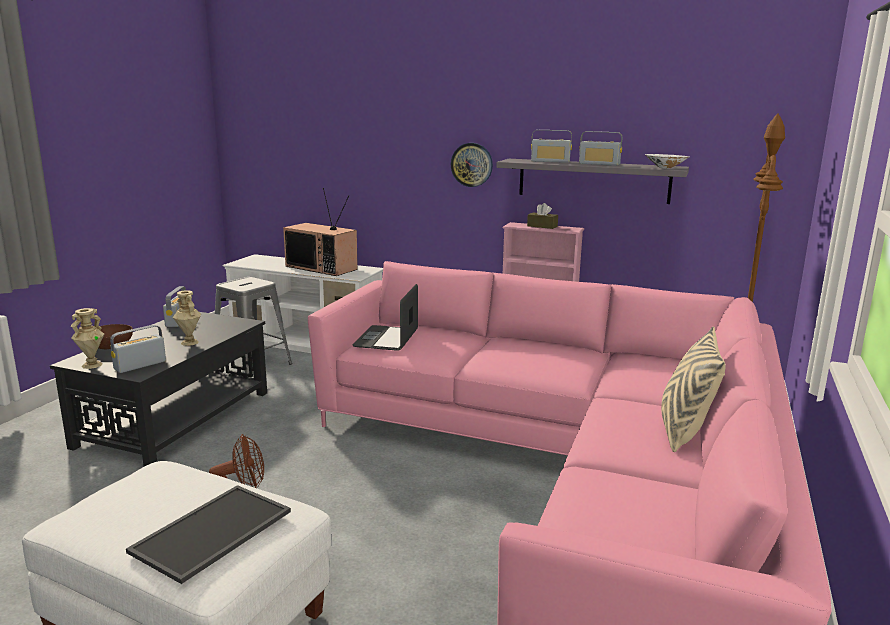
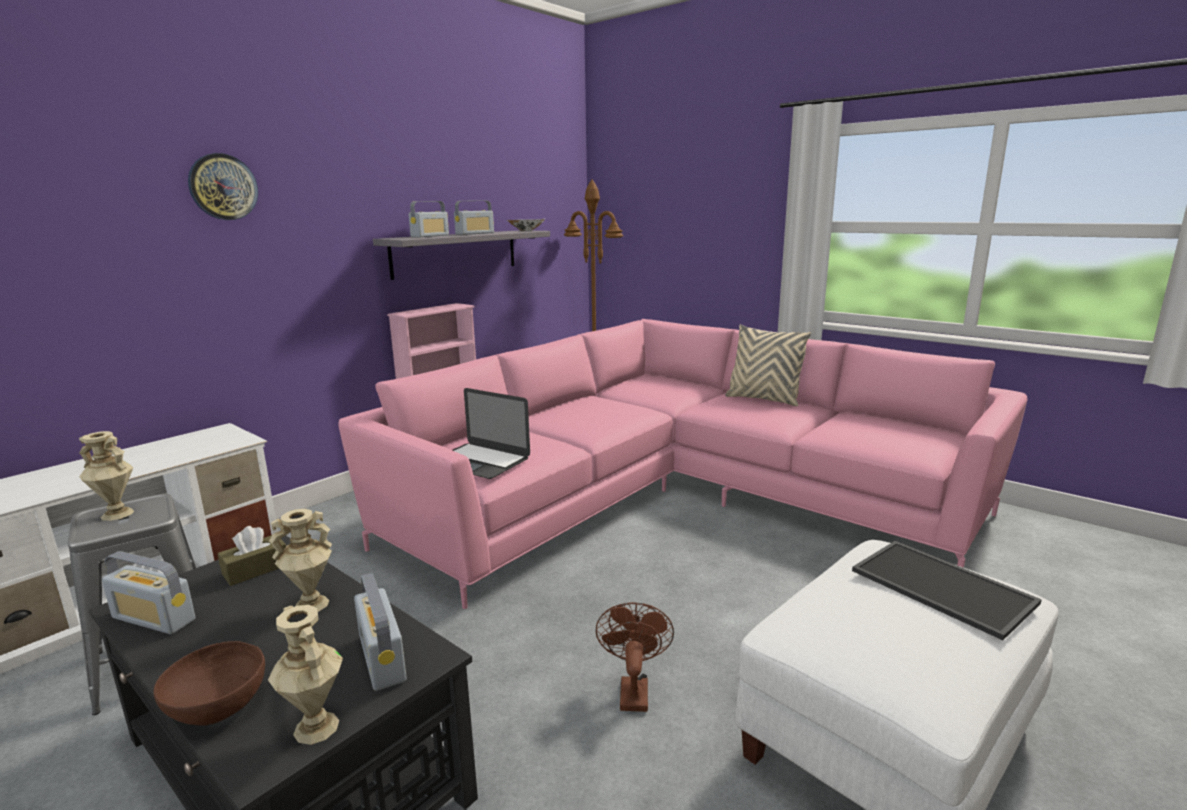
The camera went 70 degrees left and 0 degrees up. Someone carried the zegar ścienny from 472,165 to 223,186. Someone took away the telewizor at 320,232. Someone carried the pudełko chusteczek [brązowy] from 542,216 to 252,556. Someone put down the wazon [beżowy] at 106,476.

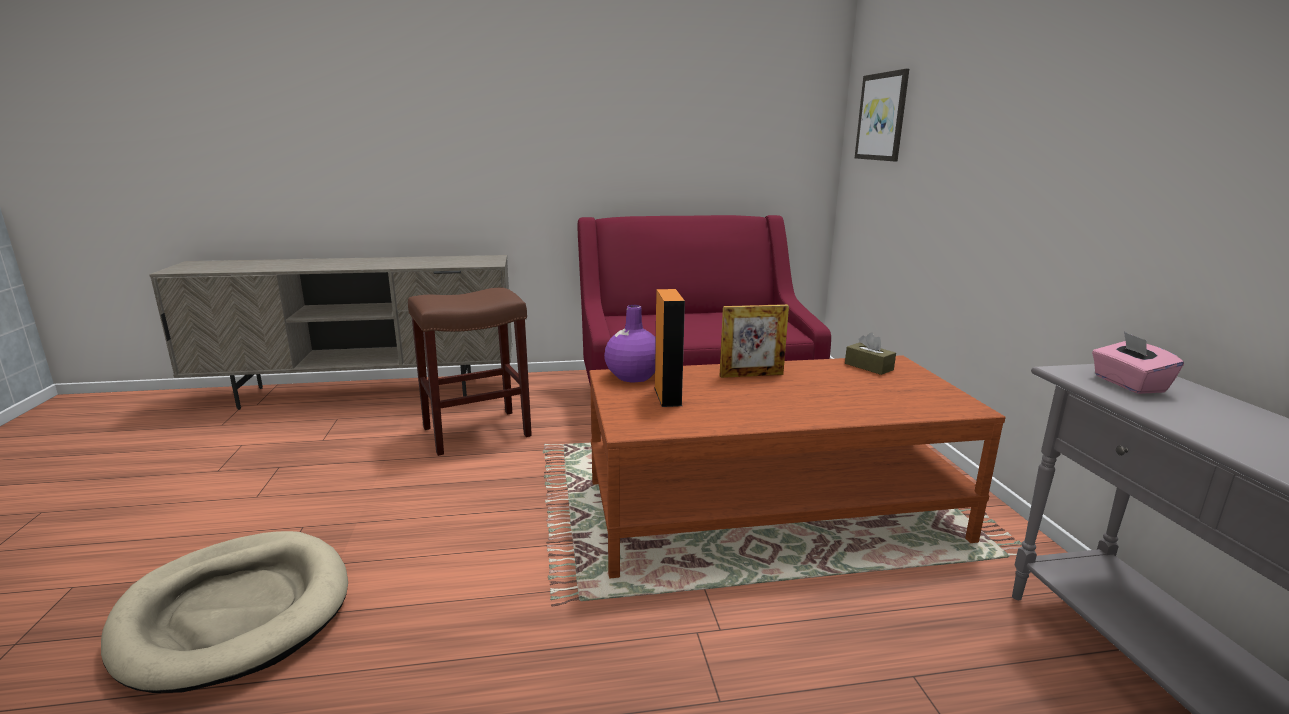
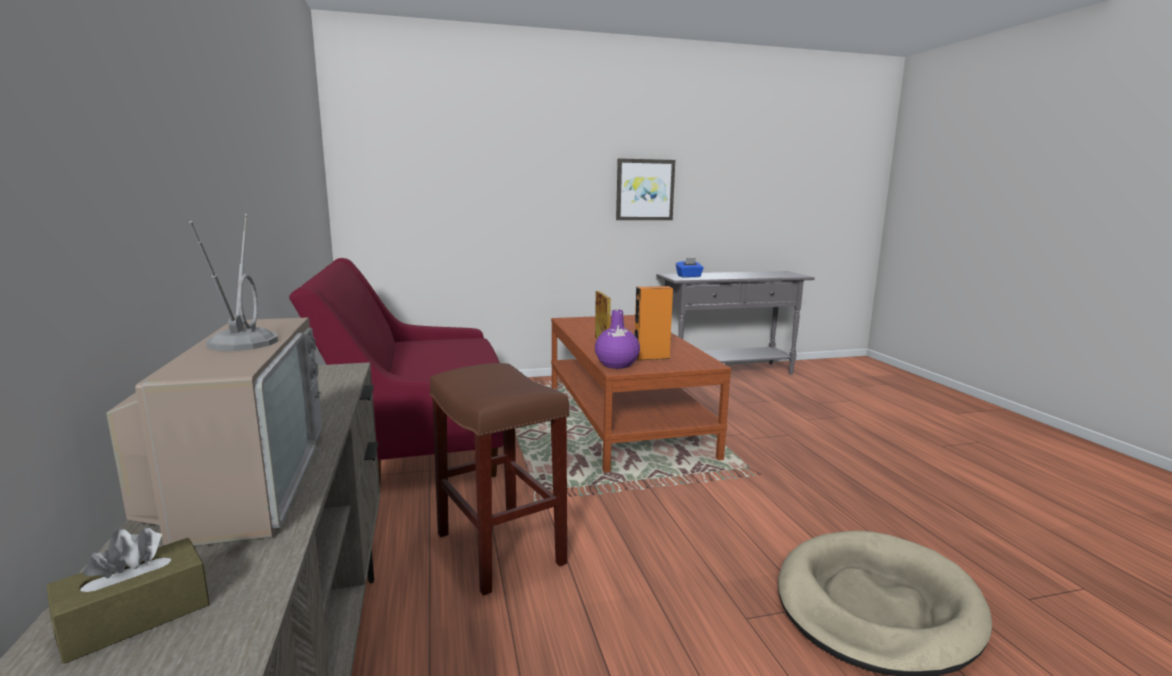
The camera went 95 degrees left and 5 degrees down. Someone carried the obraz from 882,115 to 645,189. Someone repainted the pudełko chusteczek [różowy] at 1138,363, which became the pudełko chusteczek [niebieski] at 690,268. Someone carried the pudełko chusteczek [brązowy] from 870,354 to 128,596. Someone put down the telewizor at 214,380.

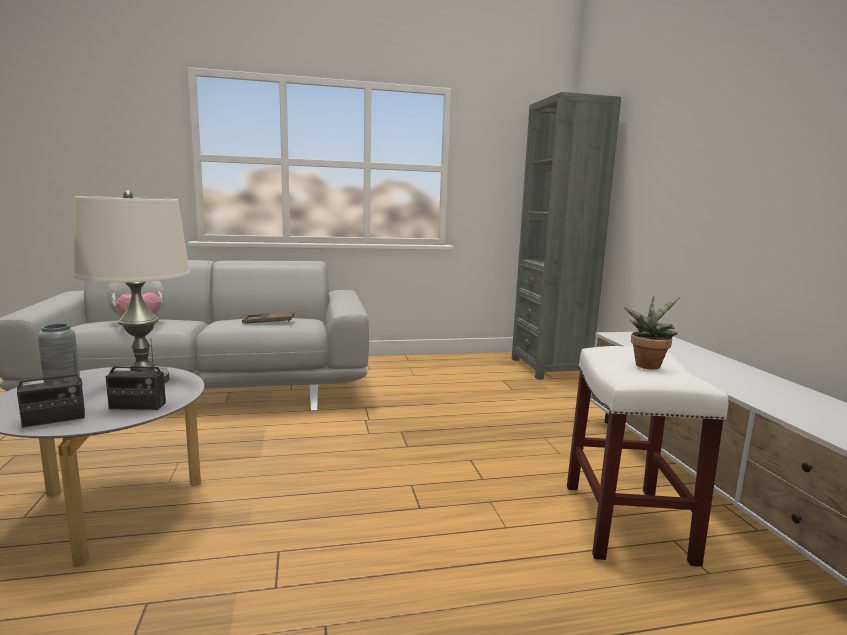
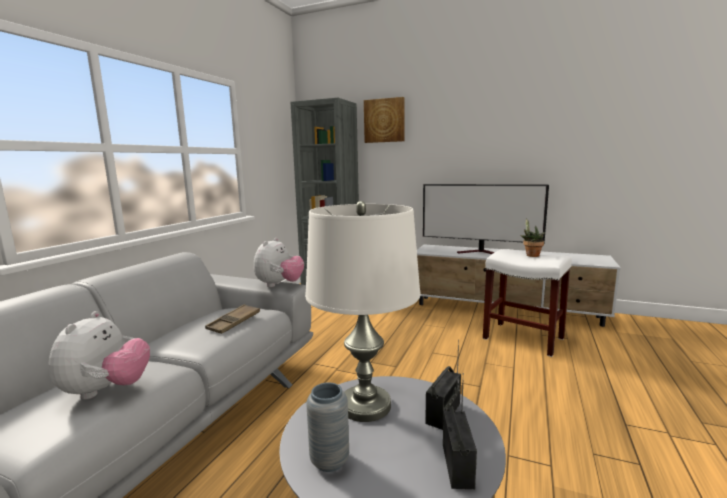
The camera went 55 degrees left and 0 degrees up. Someone put up the obraz at 384,120. Someone put down the telewizor at 486,219. Someone put down the pluszak at 279,262.

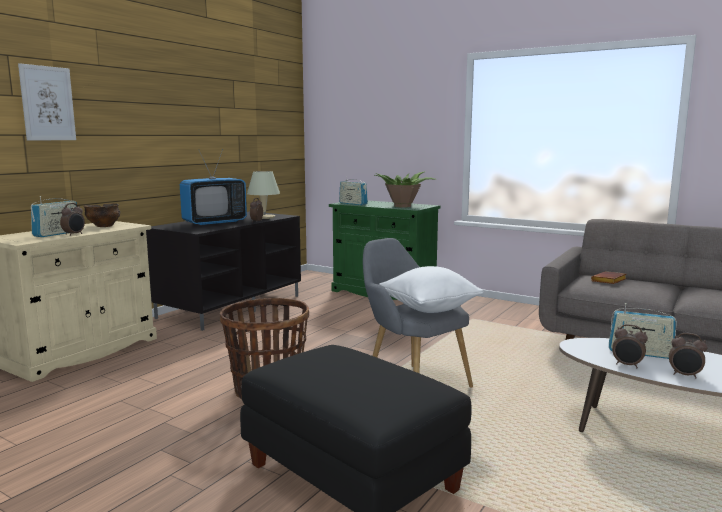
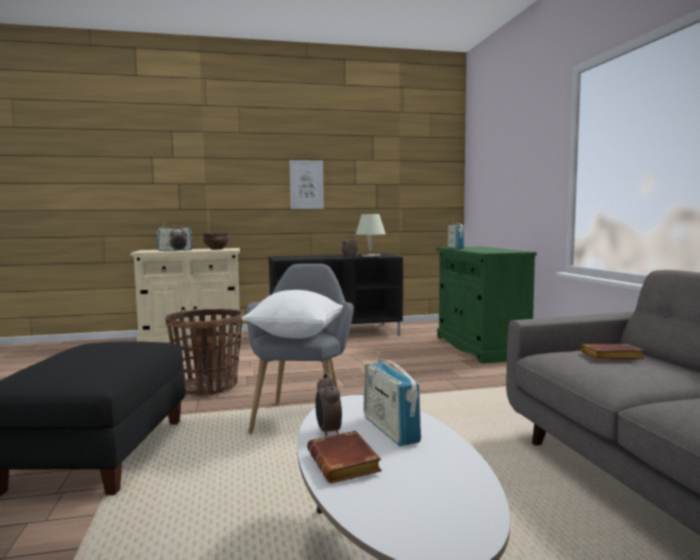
The camera went 45 degrees right and 5 degrees down. Someone carried the obraz from 47,101 to 307,184. Someone took away the telewizor at 213,187. Someone took away the roślina doniczkowa at 405,189. Someone swapped the budzik at 688,356 for the książka [brązowy] at 344,456.

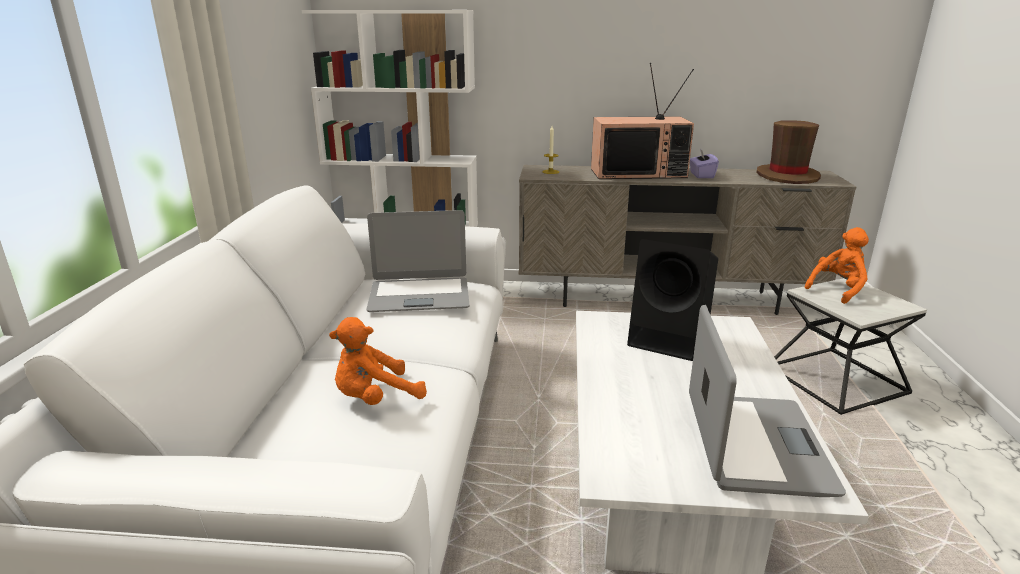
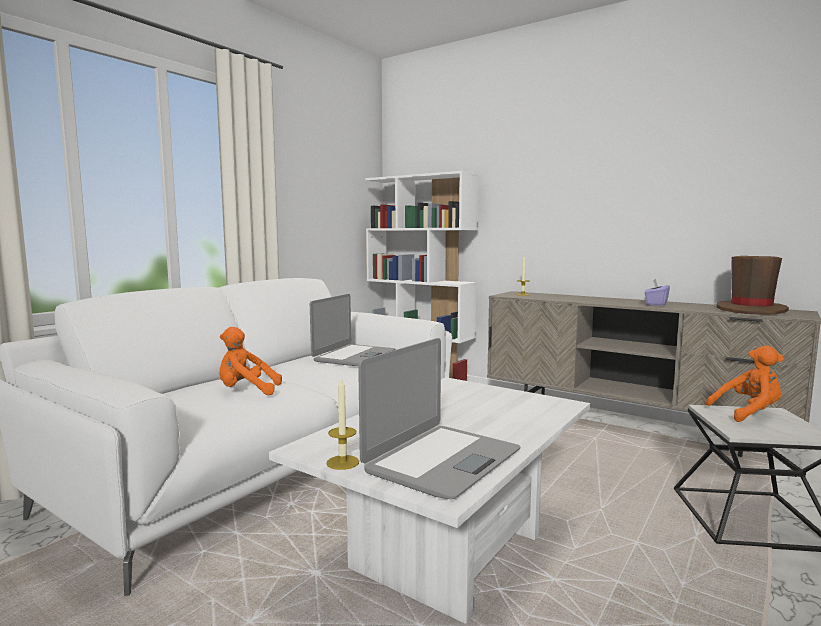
The camera went 30 degrees right and 15 degrees down. Someone took away the telewizor at 642,121. Someone rotated the laptop at 417,261 by 90 degrees counterclockwise. Someone took away the głośnik [czarny] at 672,300. Someone put down the świeca at 342,424.

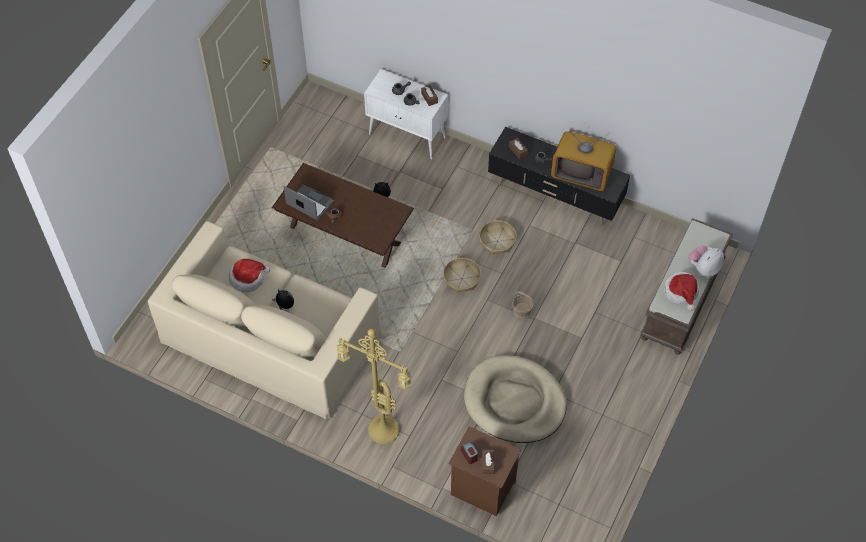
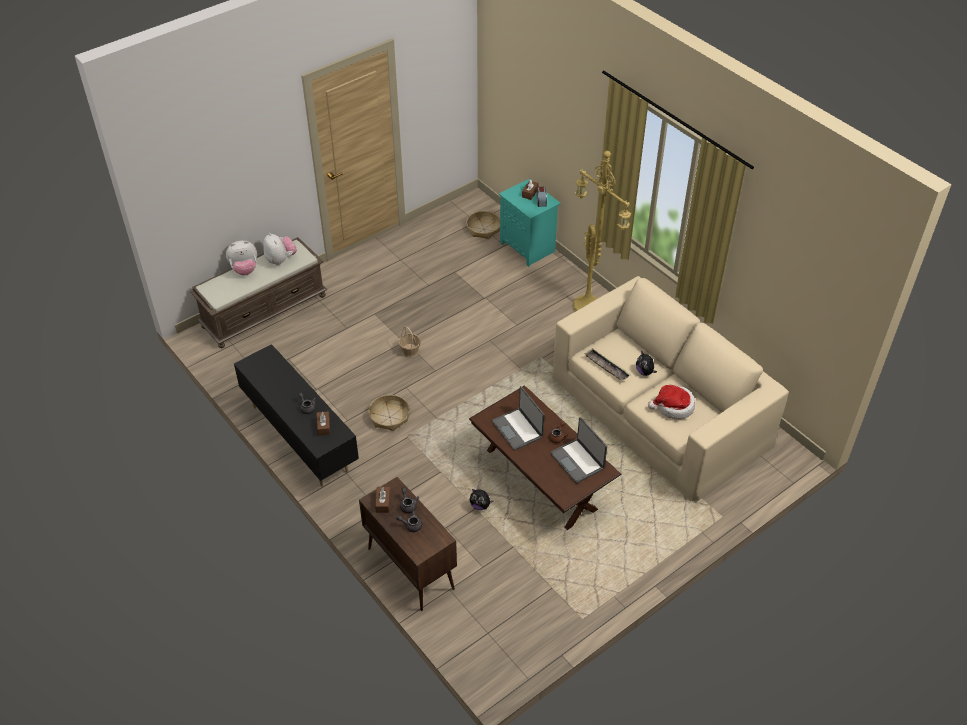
The camera went 155 degrees left and 10 degrees down. Someone repainted the szafka [biały] at 406,114, which became the szafka [brązowy] at 408,544. Someone took away the telewizor at 584,160. Someone carried the koszyk from 462,275 to 483,225. Someone swapped the kapelusz at 681,291 for the pluszak at 280,249. Someone took away the legowisko [beżowy] at 515,399. Someone repainted the szafka nocna [brązowy] at 485,471, which became the szafka nocna [turkusowy] at 529,223. Someone put down the taca at 607,364. Someone put down the laptop at 518,418.

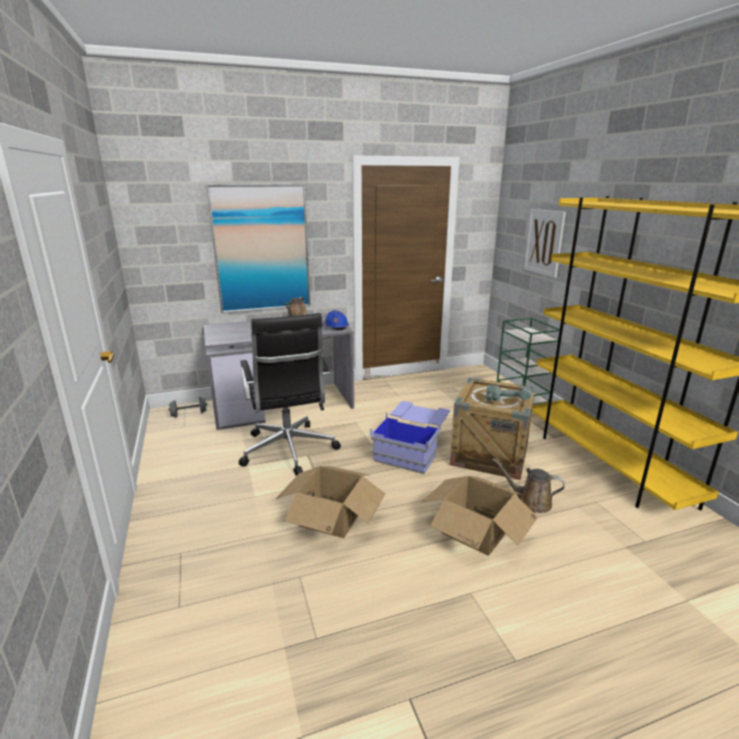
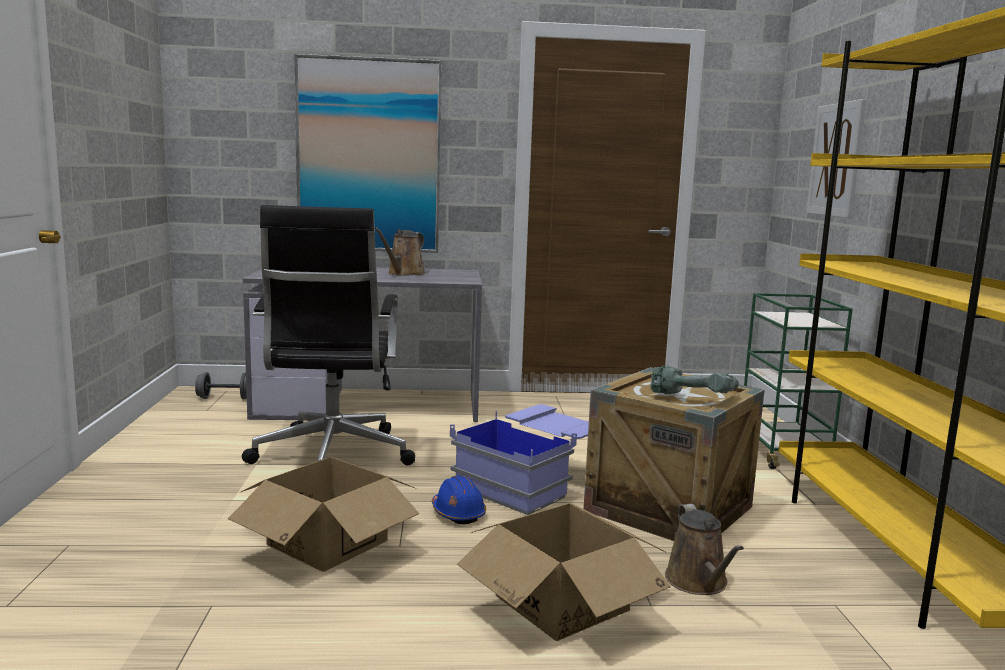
The camera went 15 degrees right and 10 degrees down. Someone carried the kask [niebieski] from 335,320 to 459,500. Someone rotated the konewka [brązowy] at 528,486 by 135 degrees counterclockwise.

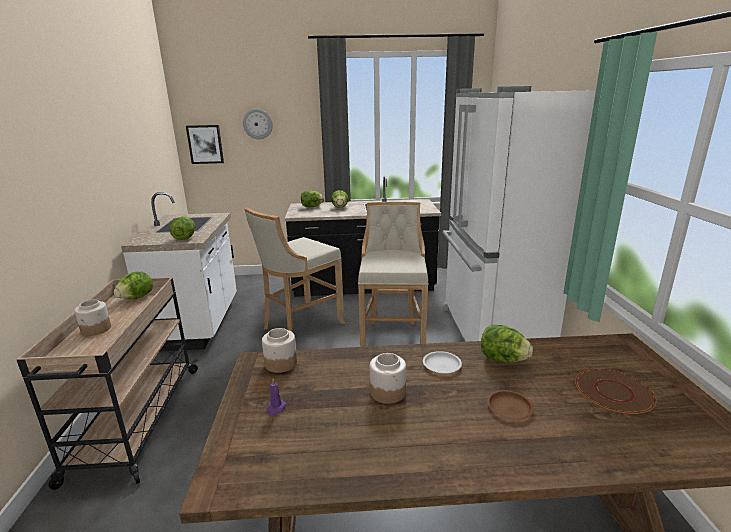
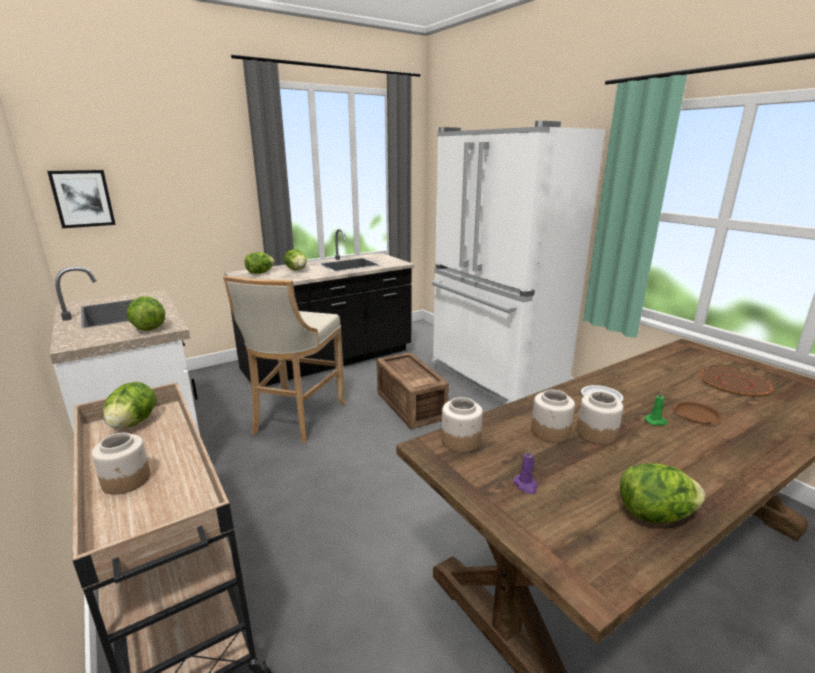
The camera went 30 degrees left and 0 degrees up. Someone took away the zegar ścienny at 258,124. Someone swapped the stołek [beżowy] at 393,274 for the skrzynka at 413,390. Someone carried the sałata from 507,344 to 662,493. Someone put down the słoik at 553,416. Someone put down the świeca [zielony] at 656,408.

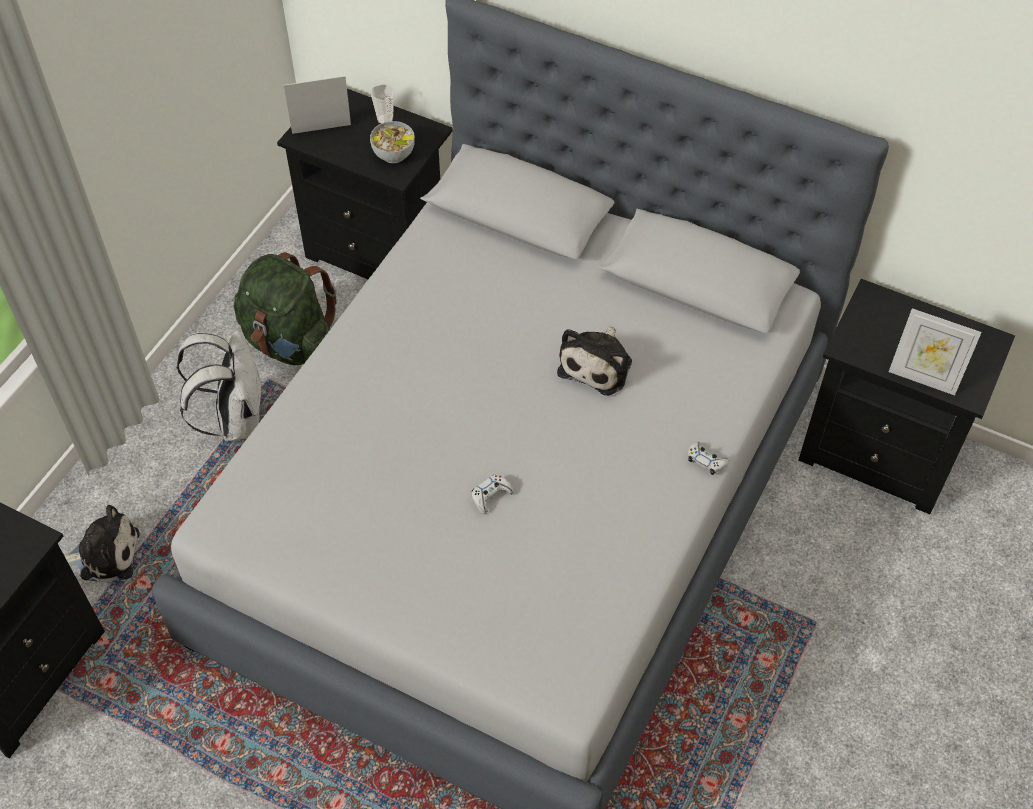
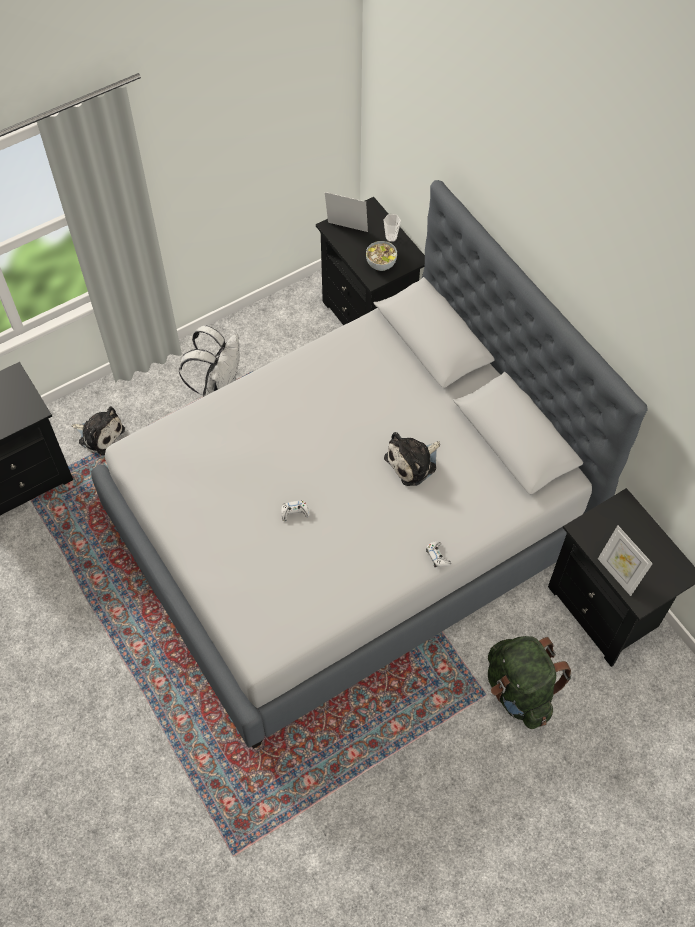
The camera went 30 degrees right and 5 degrees up. Someone carried the plecak [zielony] from 285,308 to 530,682.

